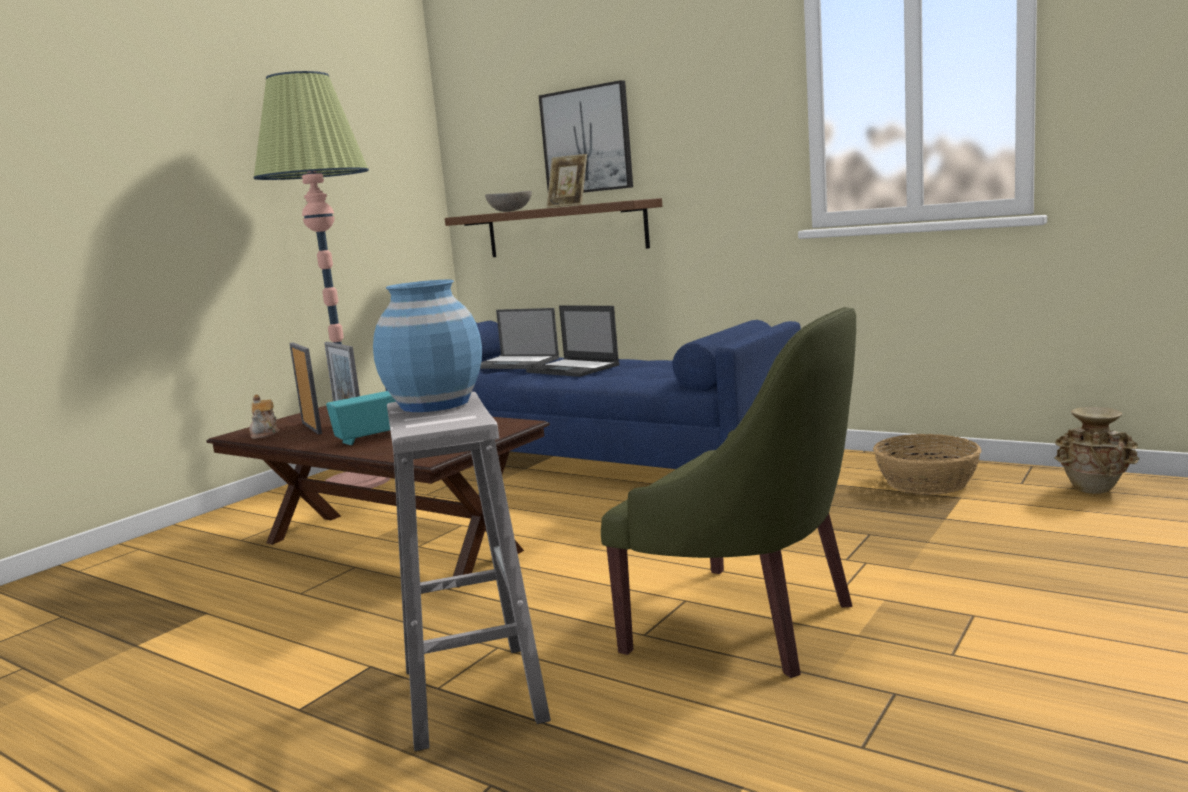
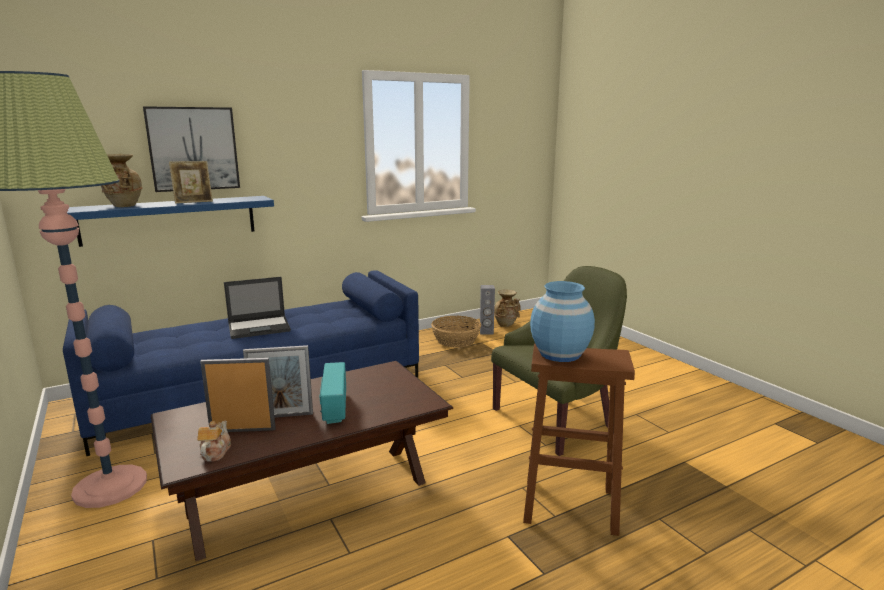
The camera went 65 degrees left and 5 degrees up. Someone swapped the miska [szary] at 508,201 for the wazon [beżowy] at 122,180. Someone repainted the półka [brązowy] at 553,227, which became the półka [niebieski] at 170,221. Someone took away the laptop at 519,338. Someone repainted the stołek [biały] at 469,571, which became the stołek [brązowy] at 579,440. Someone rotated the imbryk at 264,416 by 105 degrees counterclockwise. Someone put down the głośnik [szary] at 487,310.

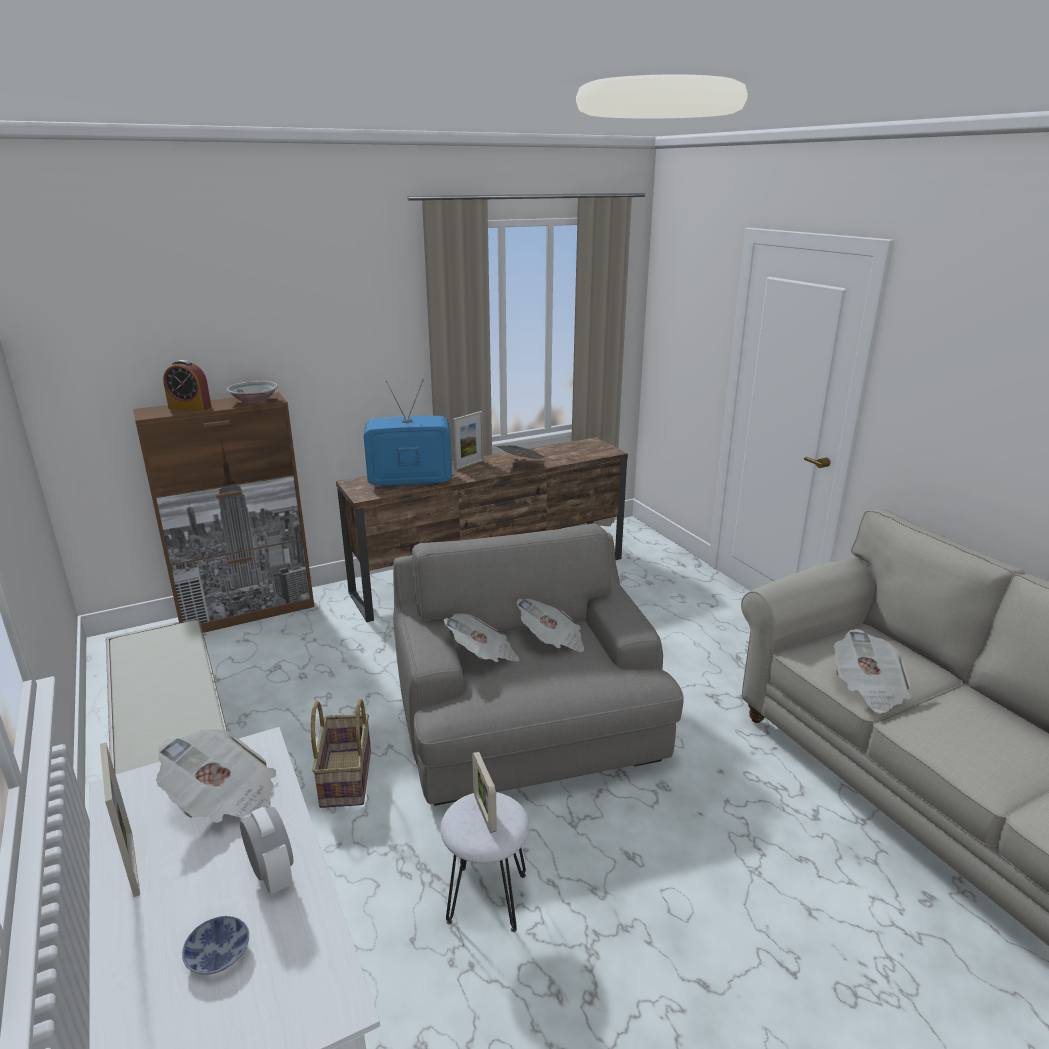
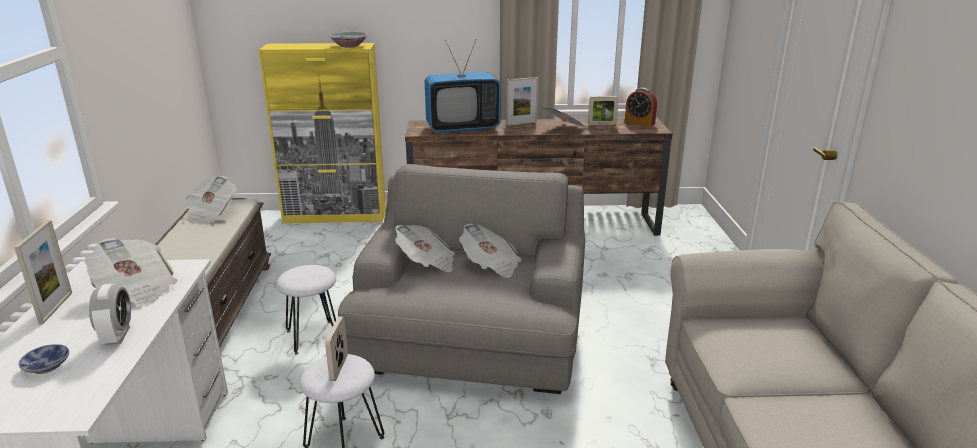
The camera went 25 degrees right and 0 degrees up. Someone carried the budzik from 187,385 to 641,107. Someone rotated the telewizor at 408,434 by 150 degrees clockwise. Someone repainted the szafka [brązowy] at 223,512, which became the szafka [żółty] at 322,133. Someone carried the gazeta from 873,671 to 210,200. Someone swapped the koszyk at 341,753 for the stołek [biały] at 306,310. Someone put down the ramka na zdjęcie at 603,110.

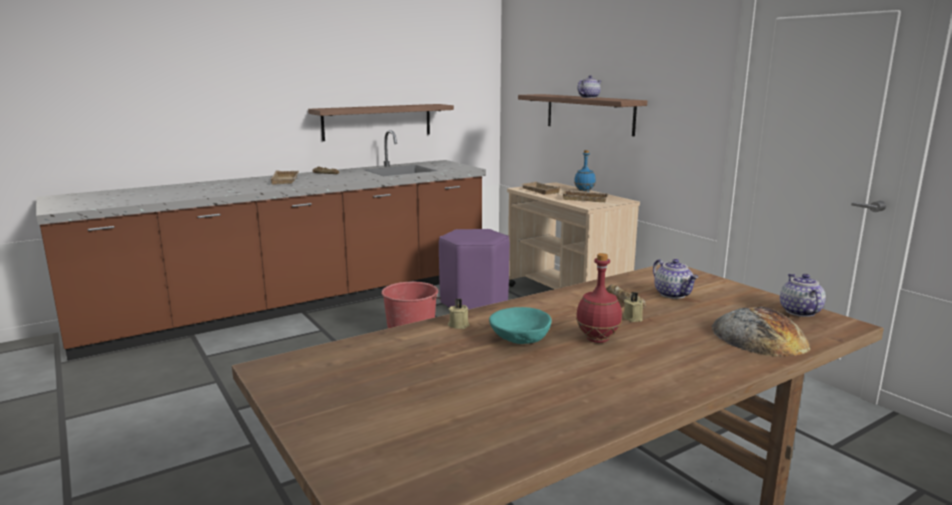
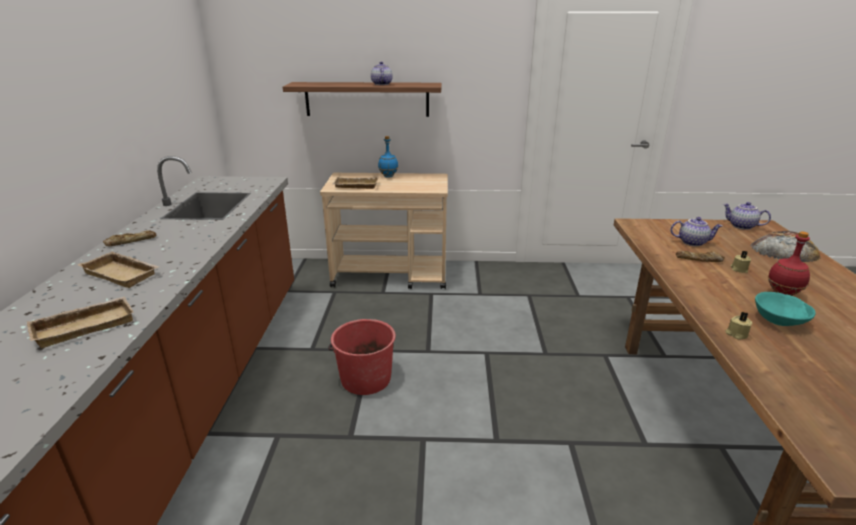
The camera went 55 degrees left and 10 degrees up. Someone took away the półka at 381,122. Someone carried the taca [beżowy] from 585,196 to 80,322. Someone took away the stołek [fioletowy] at 474,269.

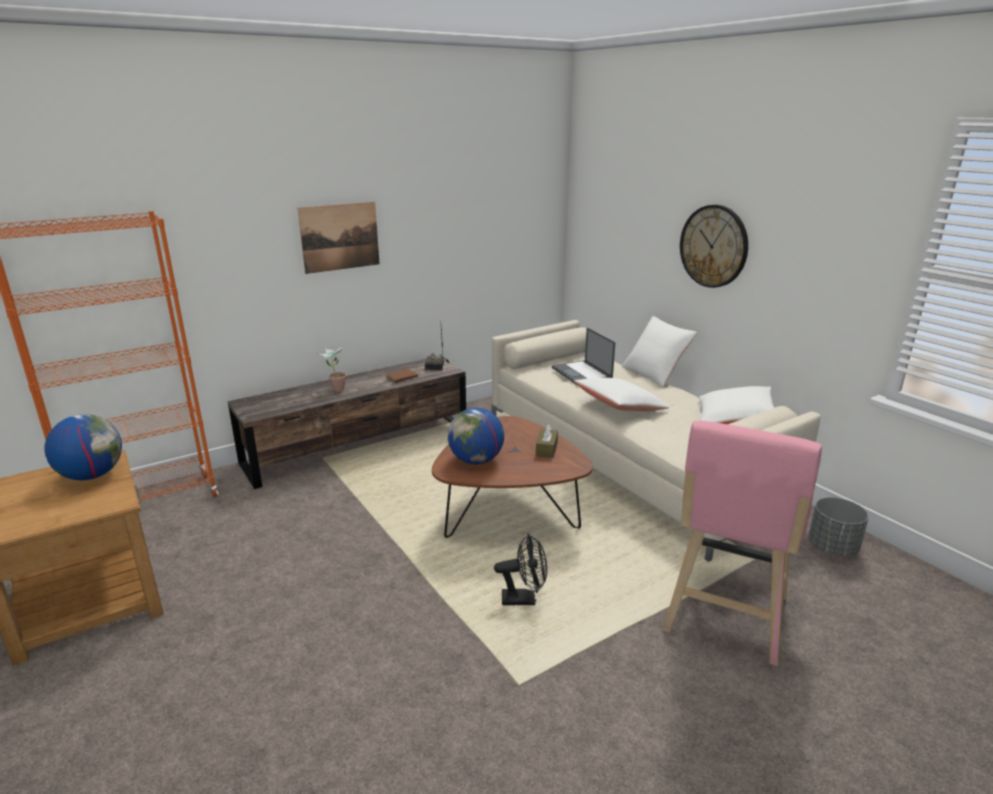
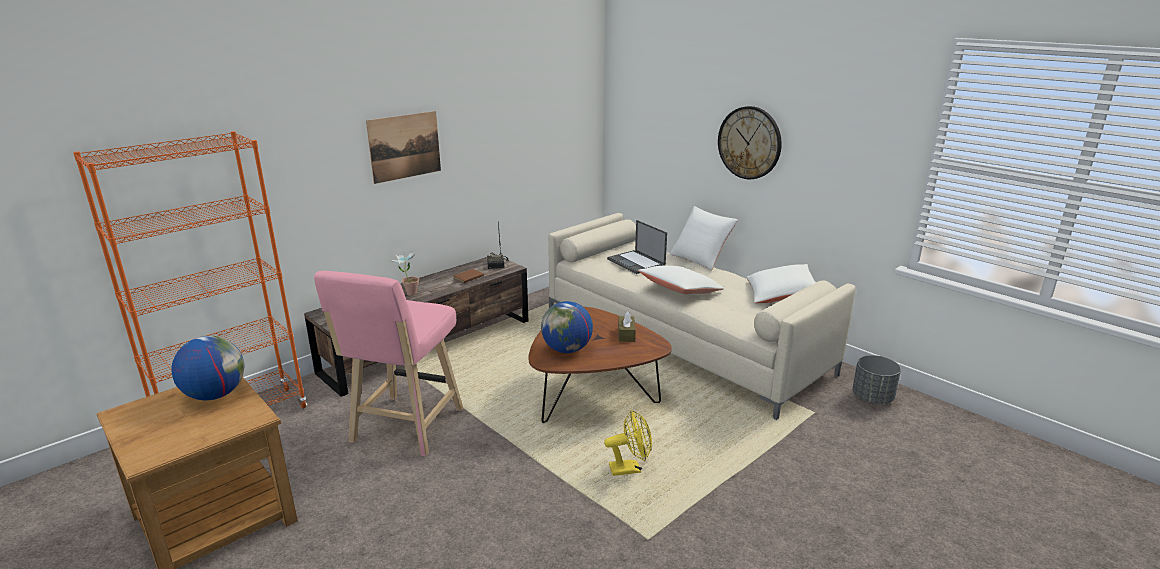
The camera went 10 degrees left and 0 degrees up. Someone carried the stołek [różowy] from 742,543 to 388,364. Someone repainted the wentylator [czarny] at 520,569, which became the wentylator [żółty] at 628,443.

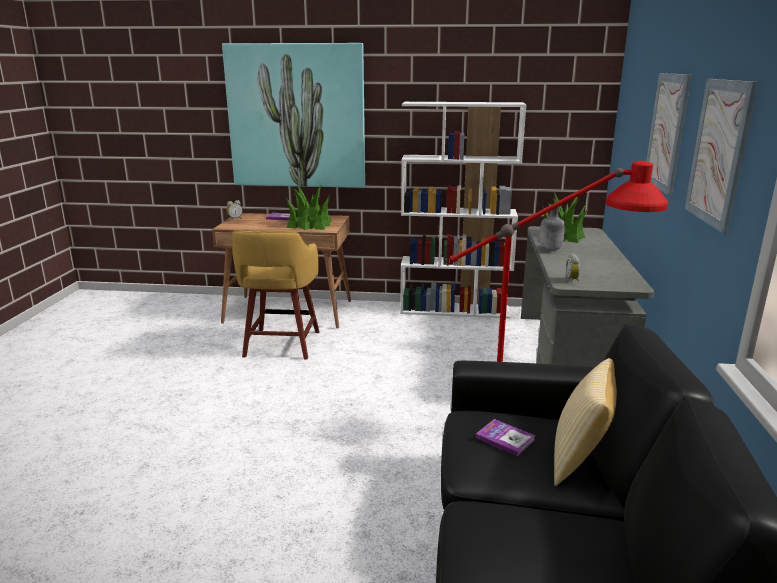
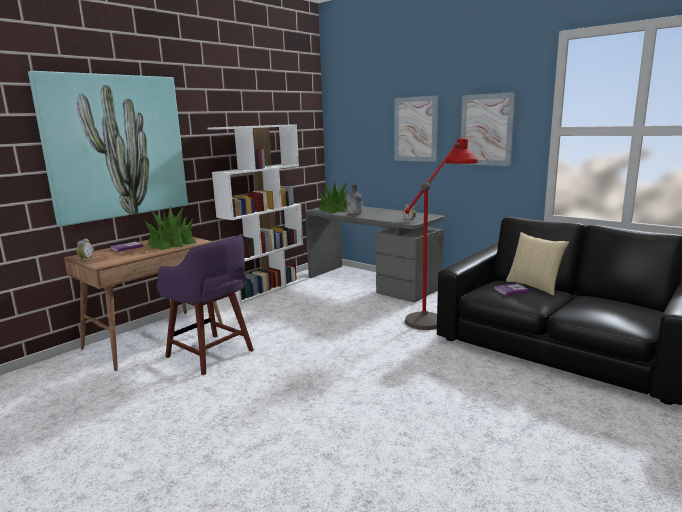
The camera went 55 degrees left and 5 degrees down. Someone repainted the stołek [żółty] at 276,295, which became the stołek [fioletowy] at 205,305.

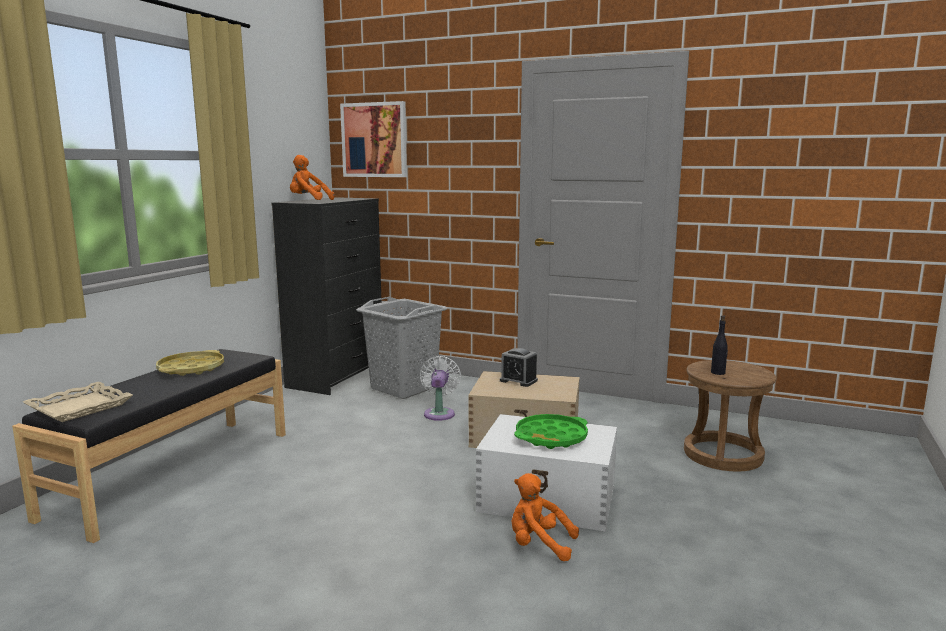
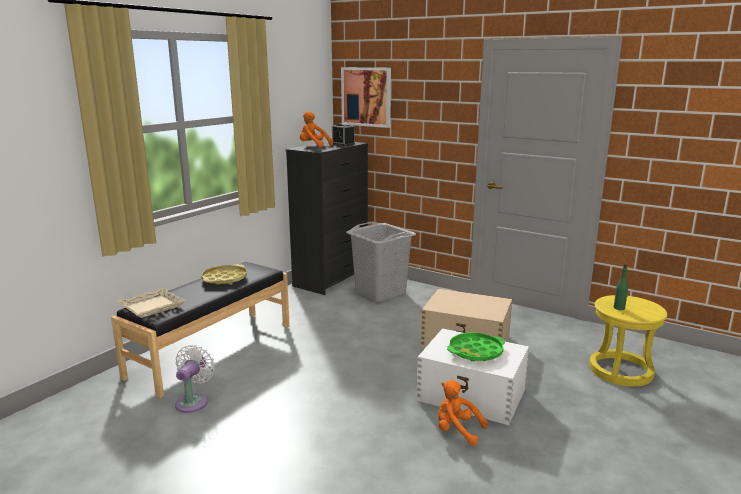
The camera went 10 degrees right and 5 degrees up. Someone repainted the butelka [czarny] at 719,345, which became the butelka [zielony] at 621,287. Someone carried the budzik from 519,367 to 343,134. Someone carried the wentylator [biały] from 440,388 to 195,379. Someone repainted the stołek [brązowy] at 730,415, which became the stołek [żółty] at 628,341.

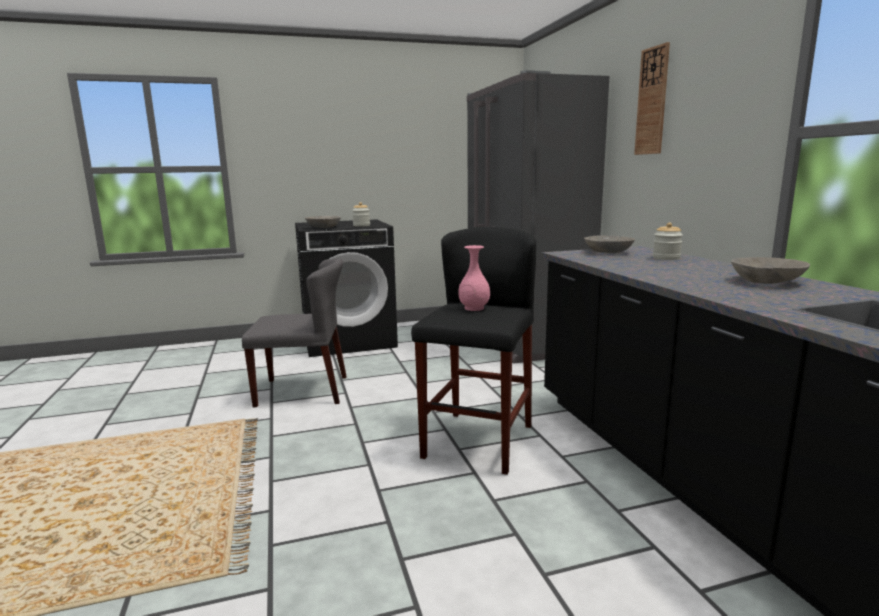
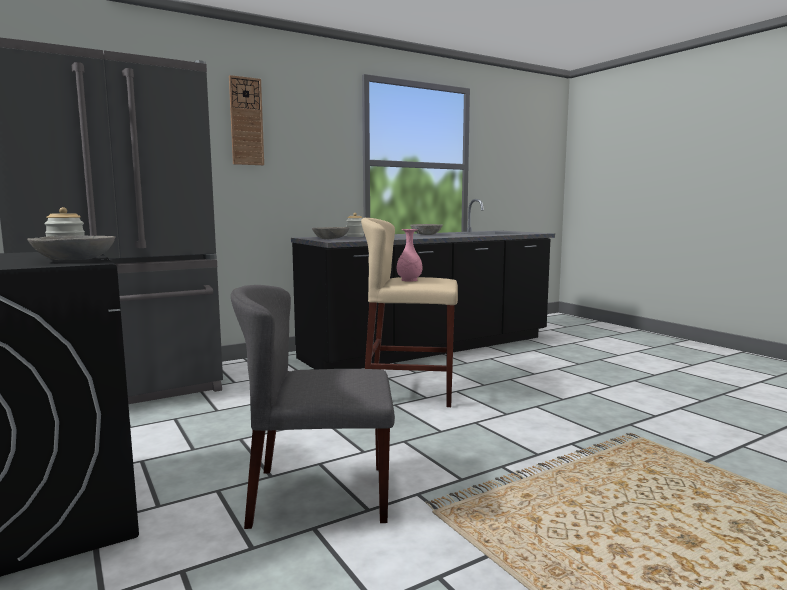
The camera went 105 degrees left and 5 degrees down. Someone repainted the stołek [czarny] at 473,351, which became the stołek [beżowy] at 409,312. Someone rotated the krzesło [szary] at 294,332 by 75 degrees counterclockwise.

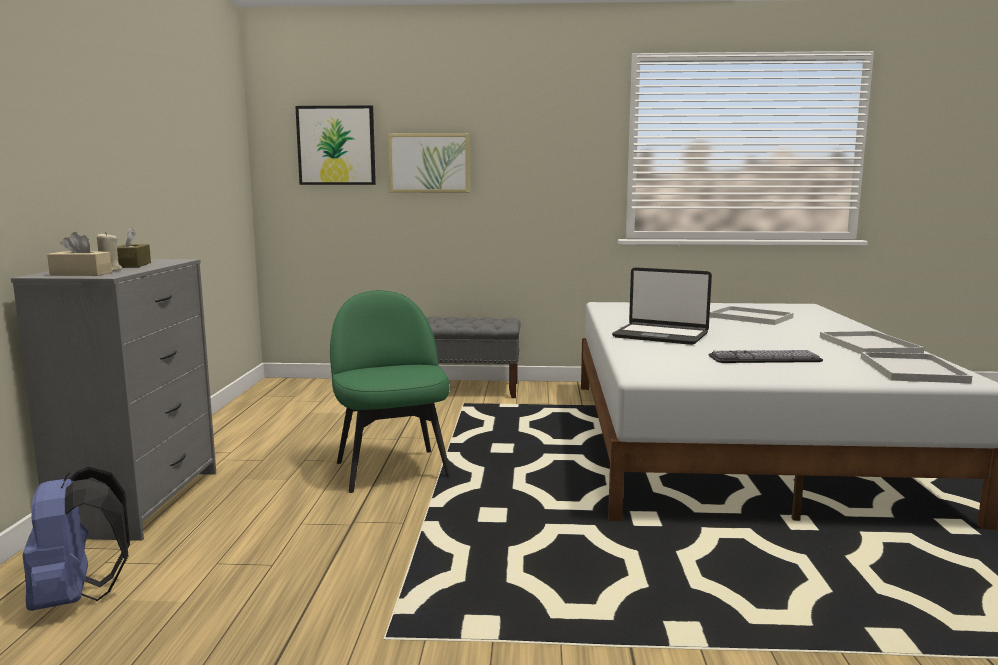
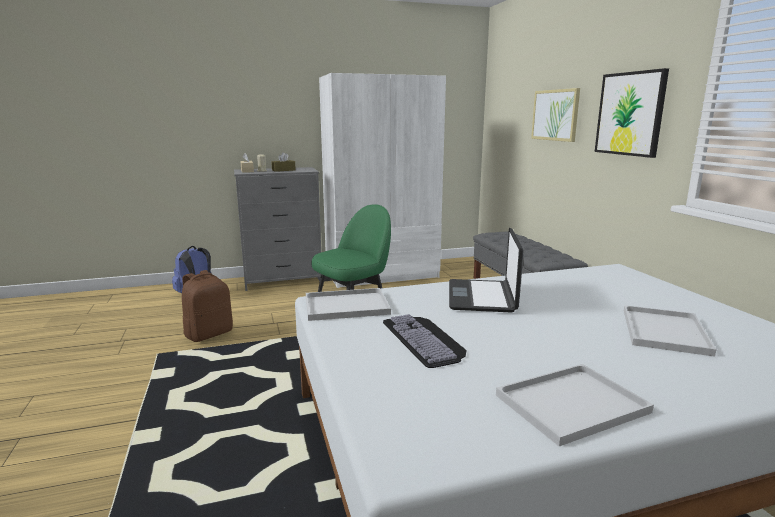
The camera went 70 degrees right and 5 degrees up. Someone carried the obraz from 335,145 to 632,113. Someone carried the taca [biały] from 916,367 to 348,304. Someone put down the szafa [biały] at 382,180. Someone put down the plecak [brązowy] at 207,306.

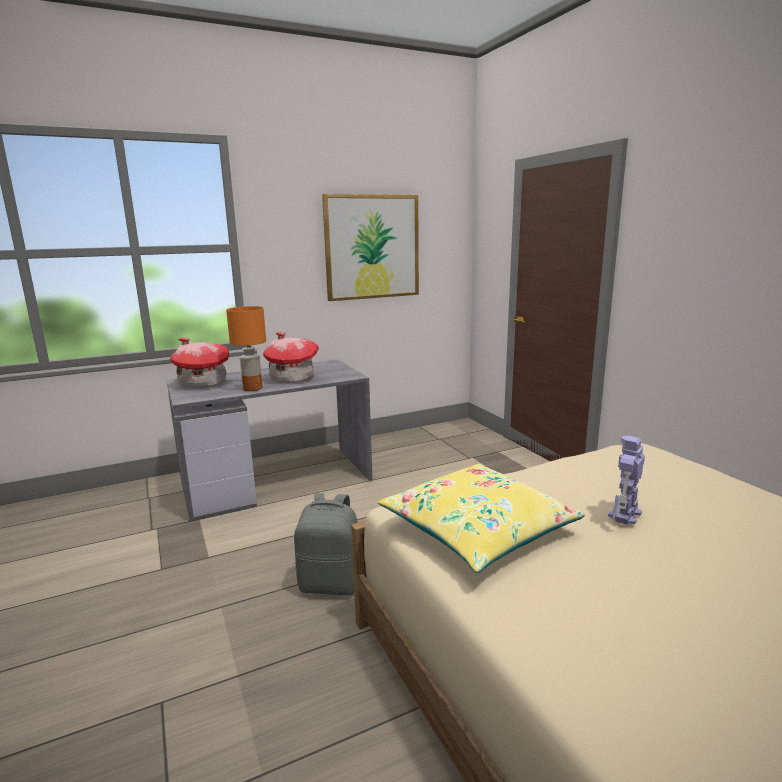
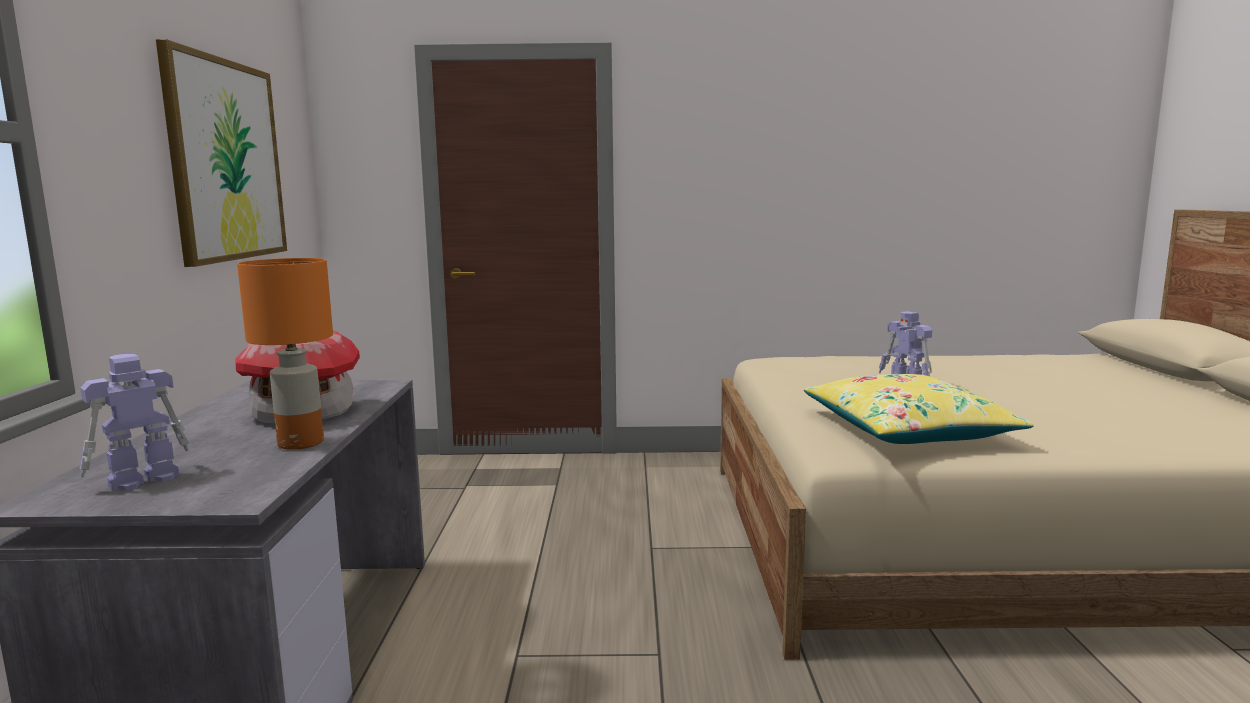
The camera went 65 degrees left and 5 degrees down. Someone swapped the domek at 199,362 for the robot zabawkowy at 134,422. Someone took away the plecak [szary] at 326,544.

